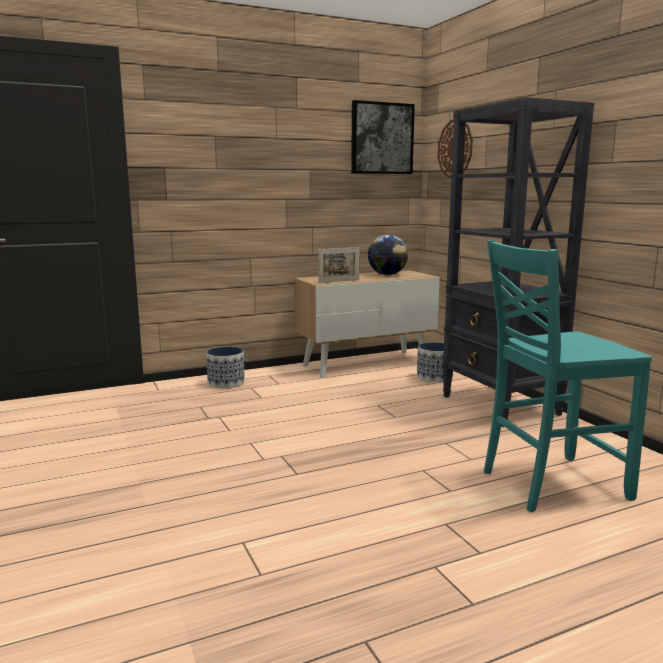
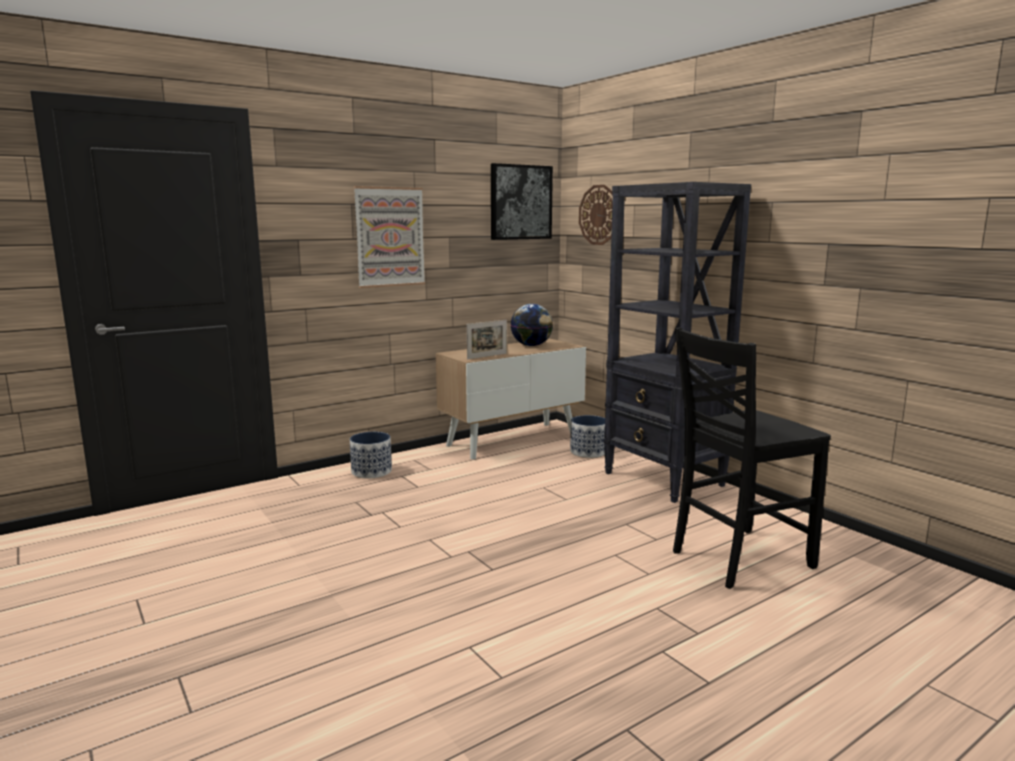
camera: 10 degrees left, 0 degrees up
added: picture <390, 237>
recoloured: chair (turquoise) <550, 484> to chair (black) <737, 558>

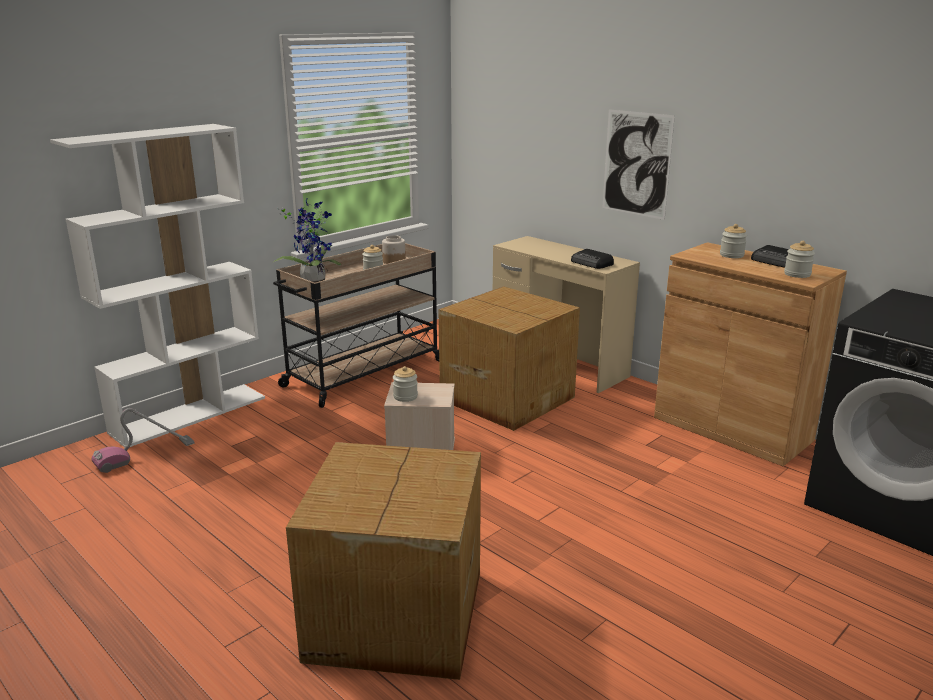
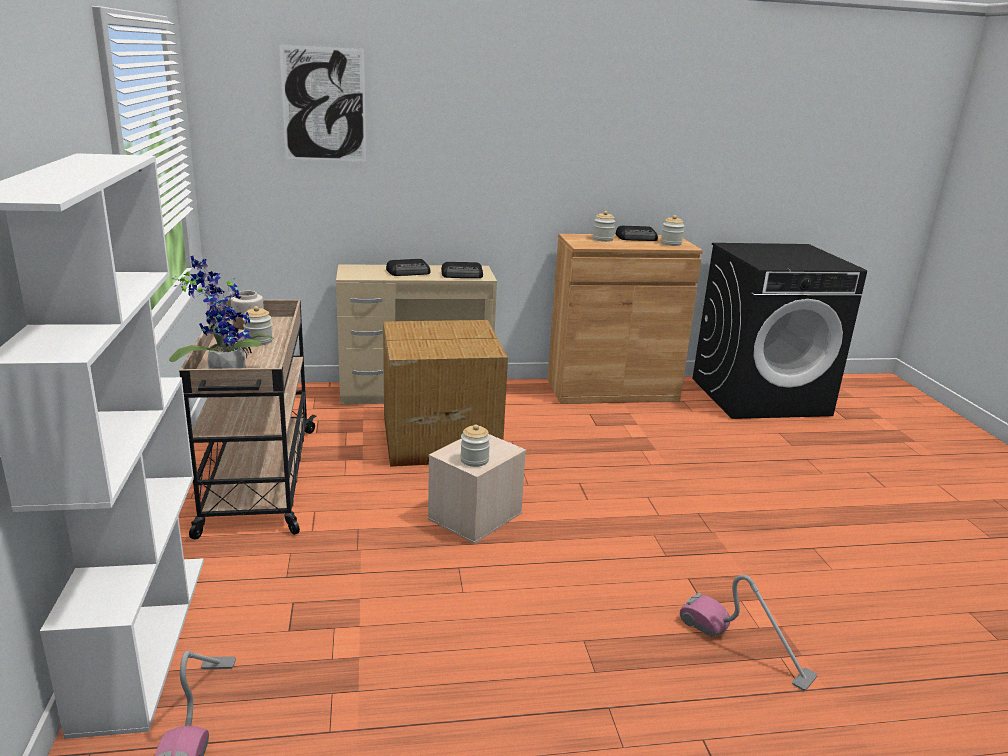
camera: 55 degrees left, 0 degrees up
added: radio <409, 272>
moved: picture <636, 164> to <324, 105>
replaced: cardboard box <393, 616> to vacuum cleaner <744, 646>

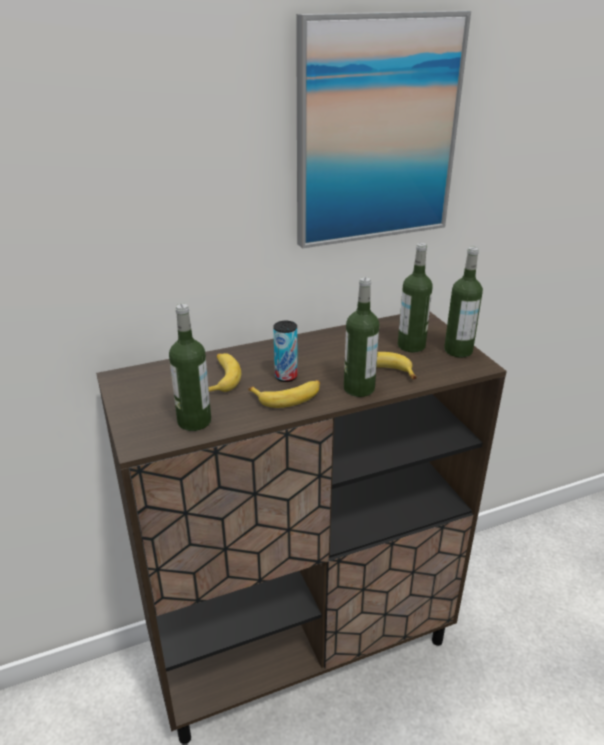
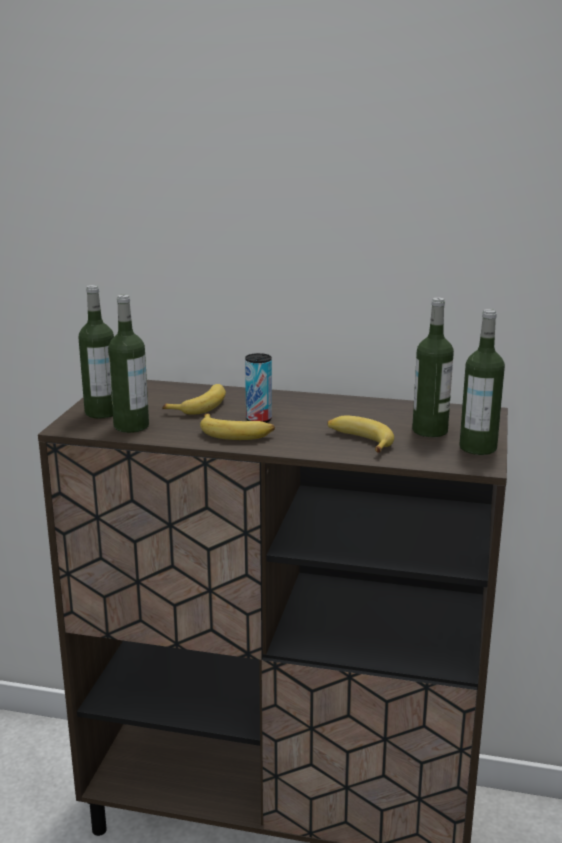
camera: 35 degrees right, 10 degrees down
removed: picture <376, 132>
moved: bottle <359, 388> to <102, 412>

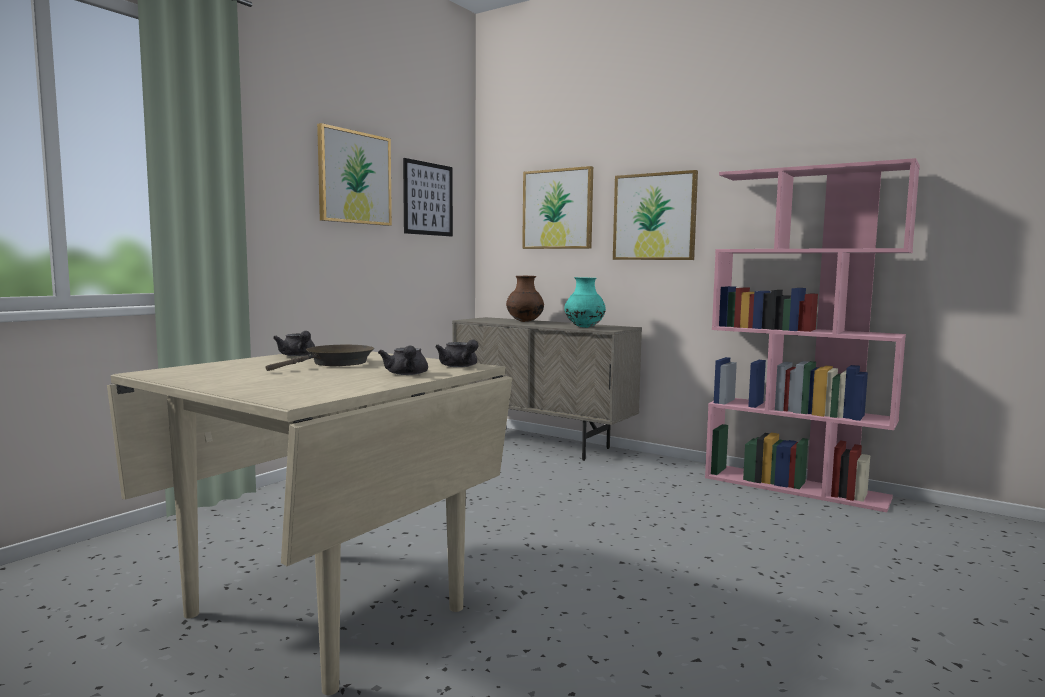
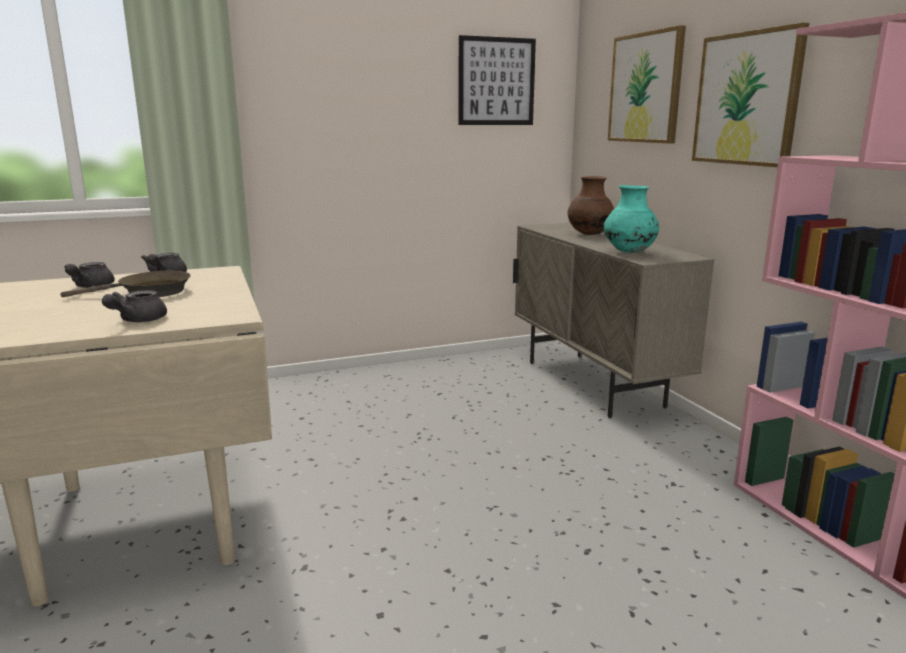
camera: 35 degrees right, 10 degrees up
removed: picture <354, 177>
moved: teapot (grey) <460, 366> to <90, 287>

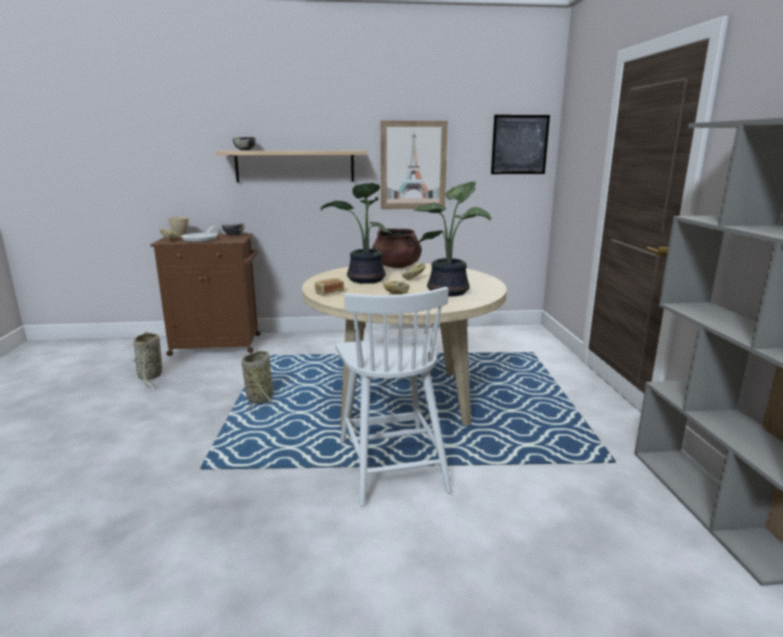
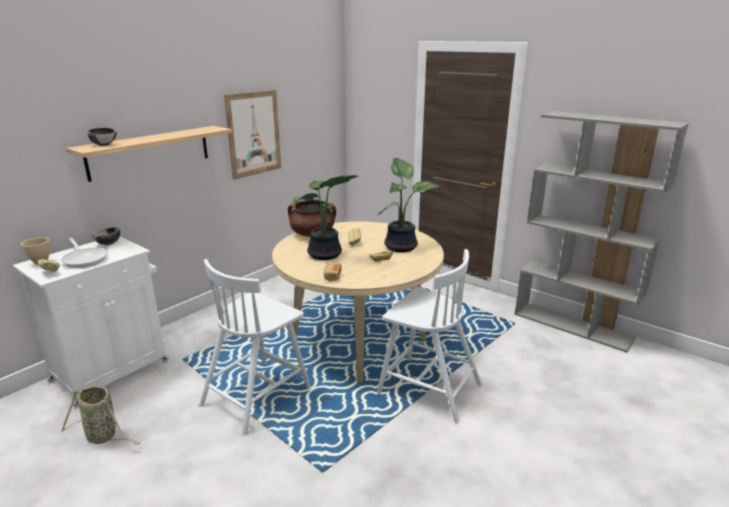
camera: 45 degrees left, 5 degrees up
removed: picture <519, 144>
replaced: basket <260, 398> to chair (white) <257, 395>
recoloured: cabinet (brown) <218, 345> to cabinet (white) <113, 370>

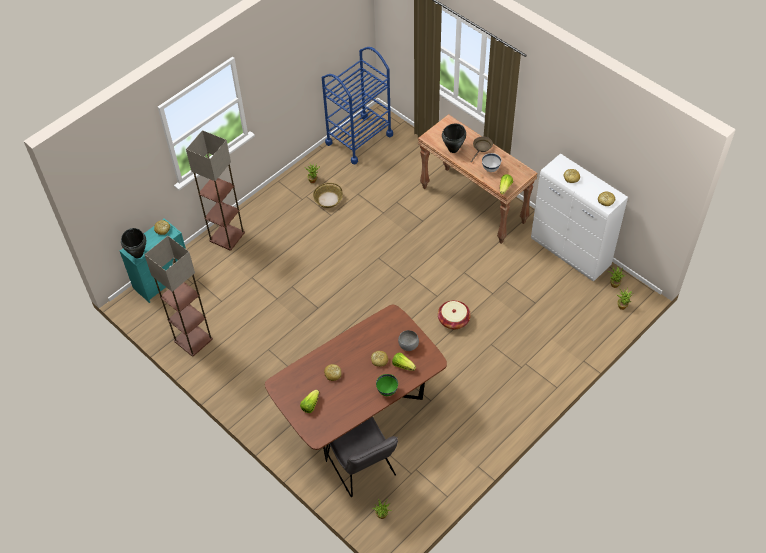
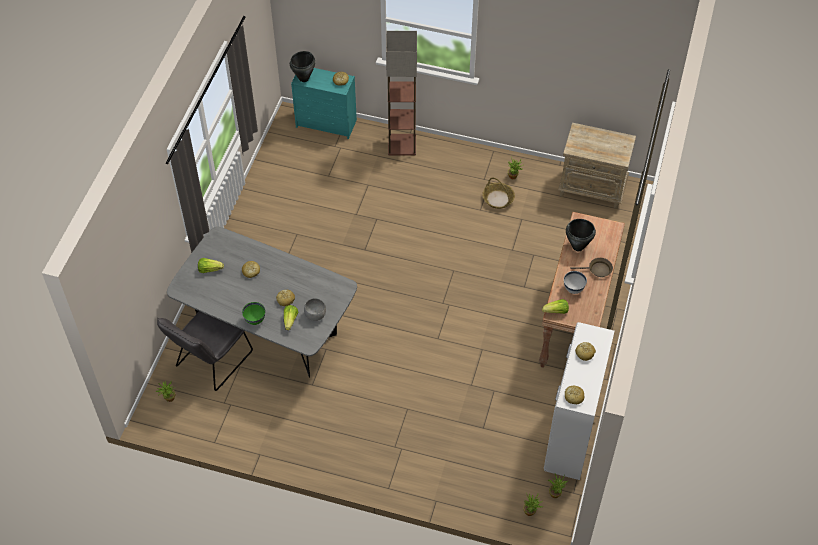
camera: 60 degrees right, 0 degrees up
removed: floor lamp <192, 340>; basket <453, 320>
replaced: cart (blue) <359, 139> to nightstand (beige) <593, 188>
recoloured: dining table (brown) <359, 411> to dining table (grey) <269, 332>

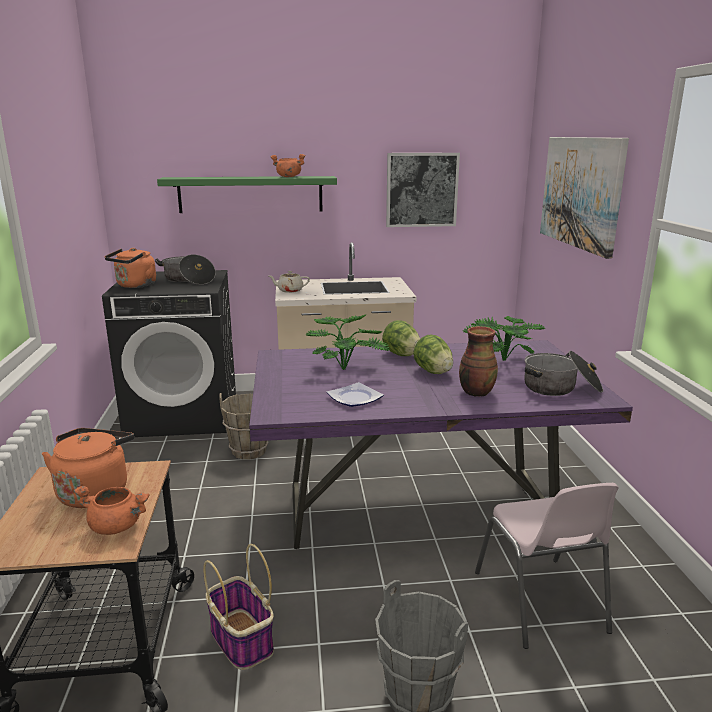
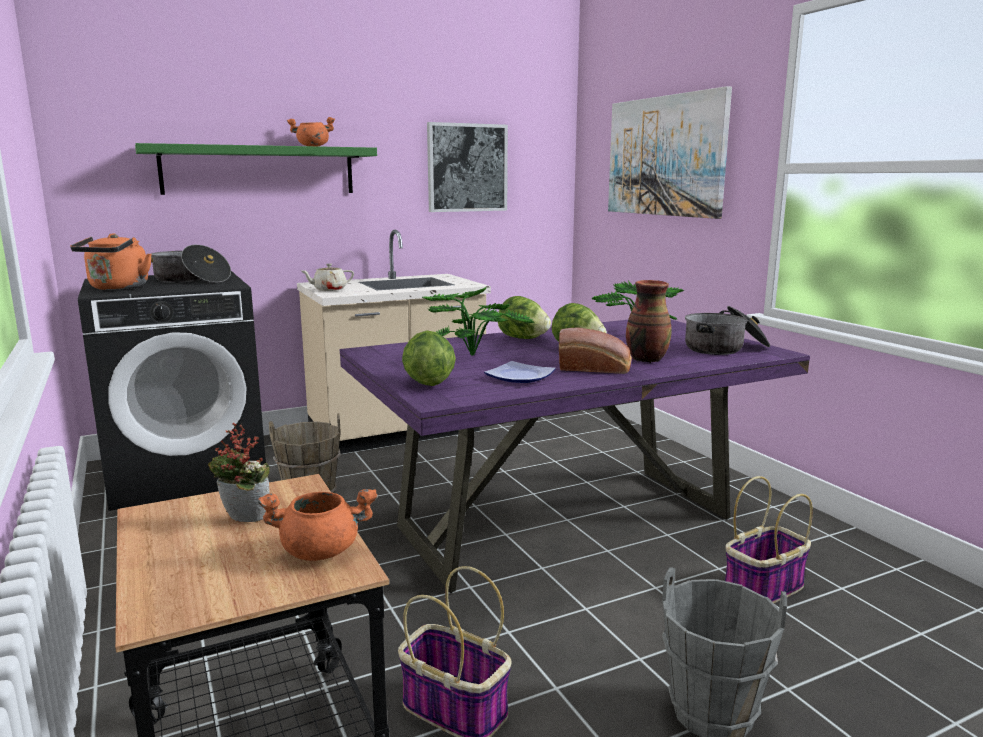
camera: 20 degrees left, 5 degrees down
added: lettuce <427, 383>; bread <596, 368>
replaced: kettle (orange) <95, 491> to potted plant <243, 521>; chair (pink) <540, 602> to basket <763, 588>

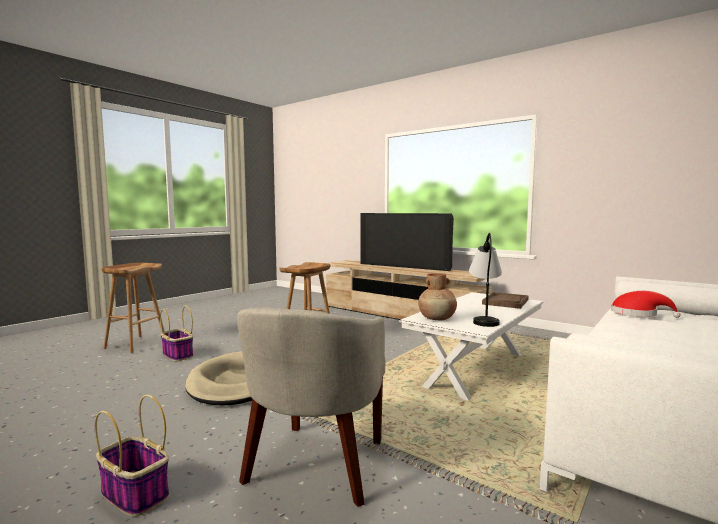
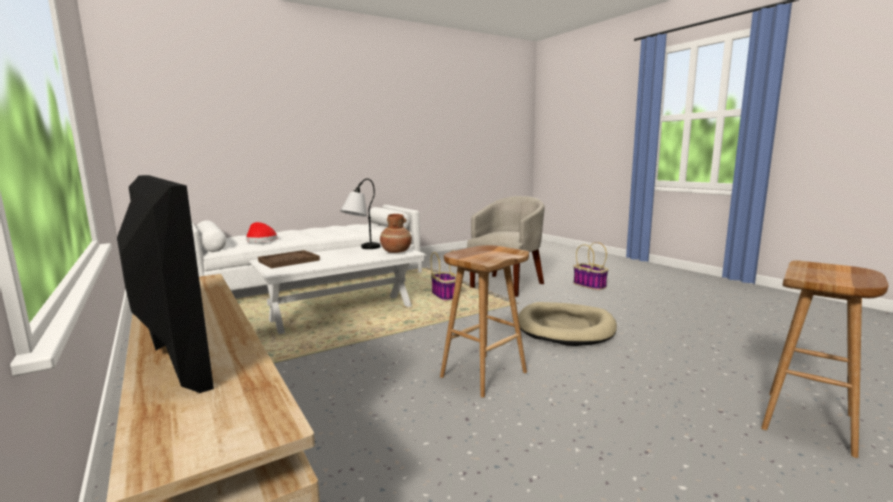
camera: 160 degrees left, 5 degrees up
moved: basket <177, 355> to <445, 296>

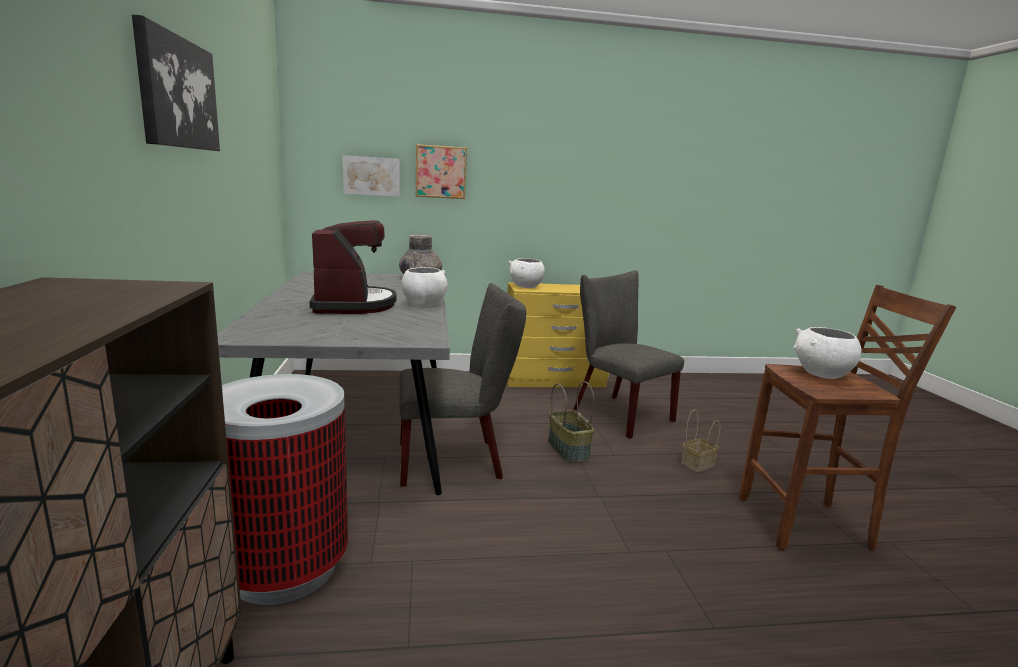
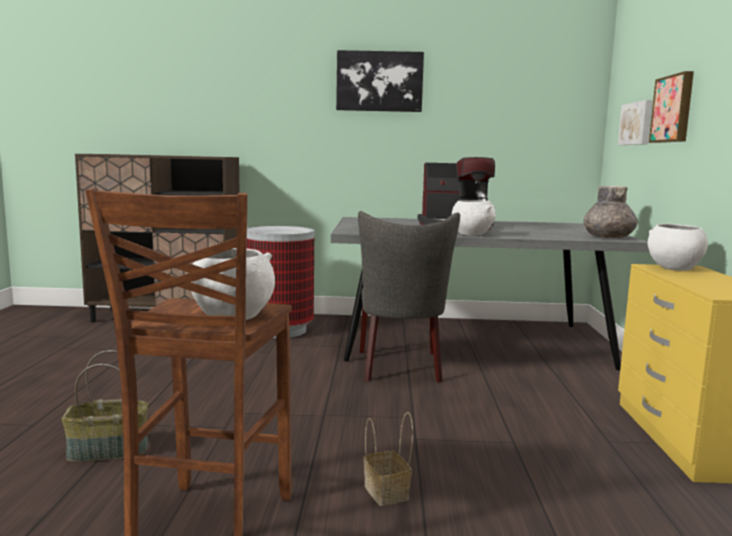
camera: 100 degrees right, 5 degrees down
removed: chair (grey) <617, 413>
moved: basket <569, 449> to <107, 451>

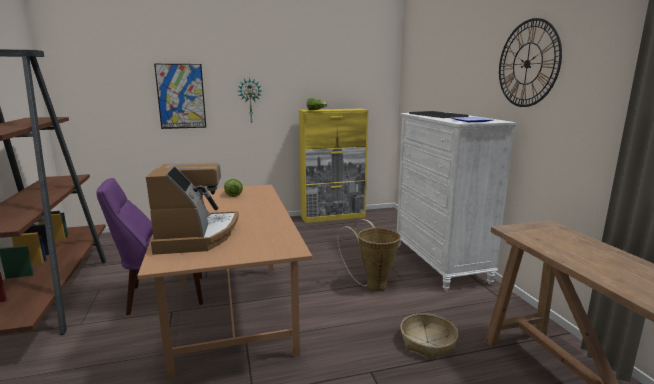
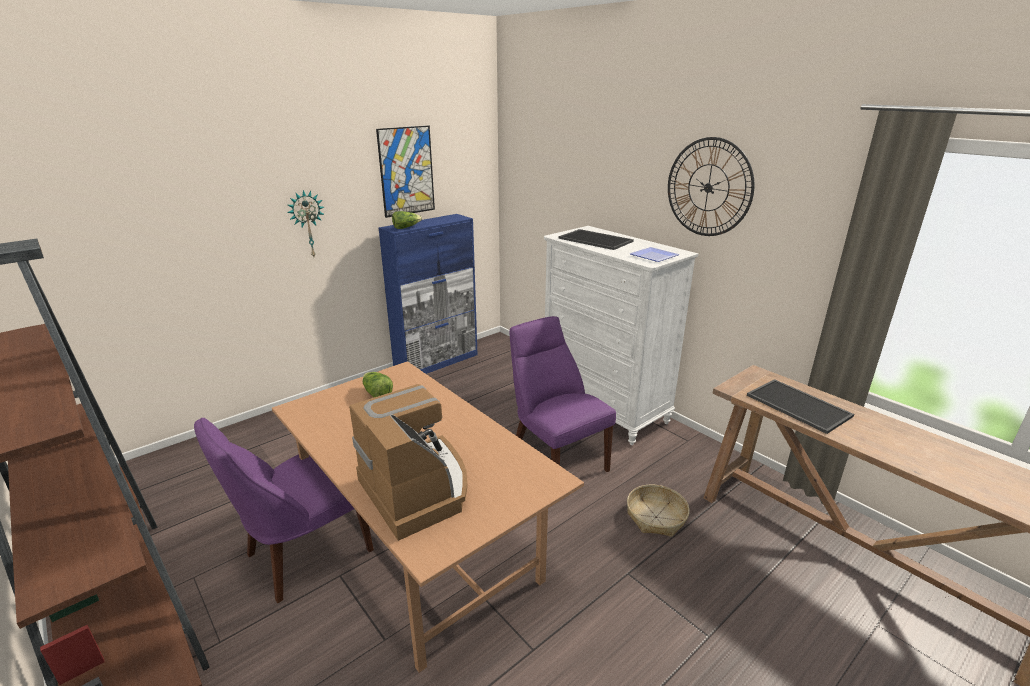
camera: 25 degrees left, 10 degrees up
added: tray <800, 405>
moved: picture <181, 96> to <406, 171>
replaced: basket <373, 285> to chair (purple) <555, 459>
recoloured: cabinet (yellow) <333, 216> to cabinet (blue) <437, 362>

